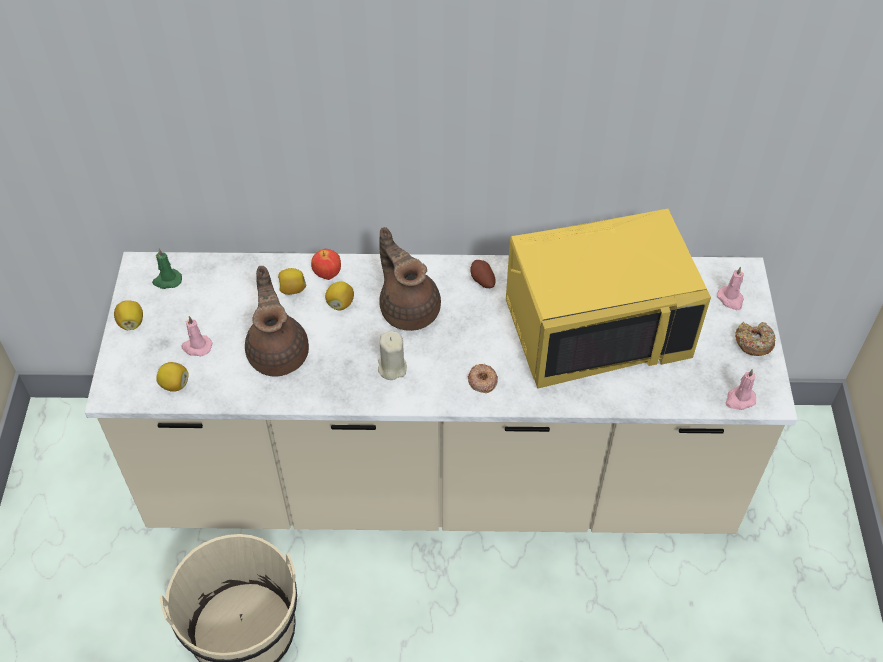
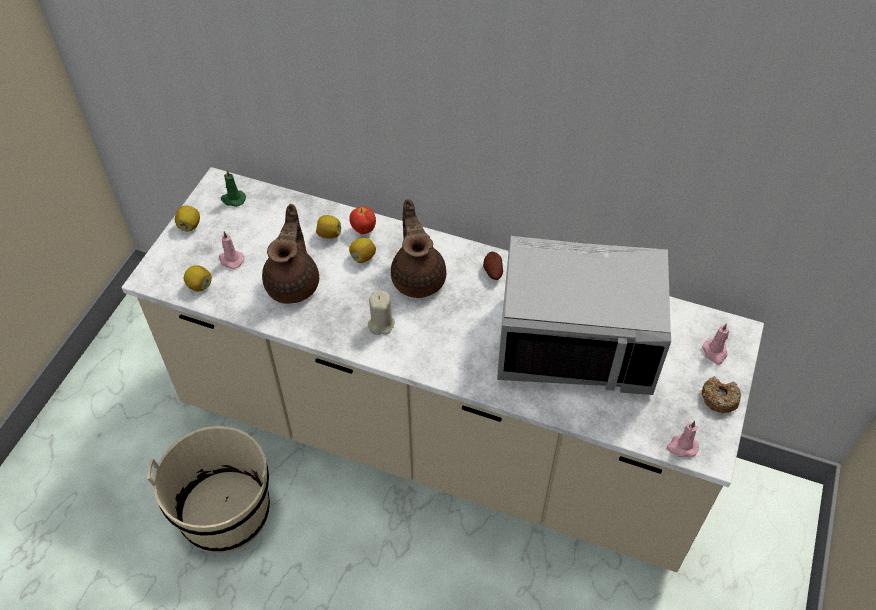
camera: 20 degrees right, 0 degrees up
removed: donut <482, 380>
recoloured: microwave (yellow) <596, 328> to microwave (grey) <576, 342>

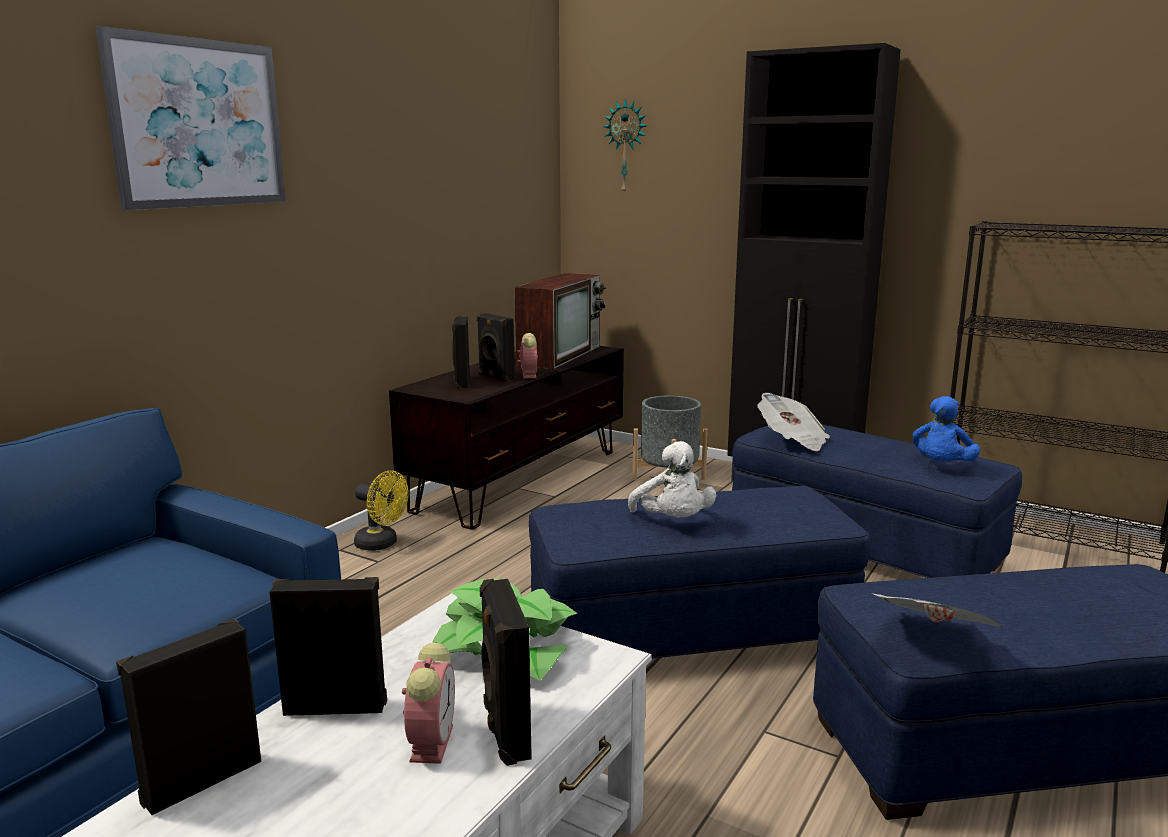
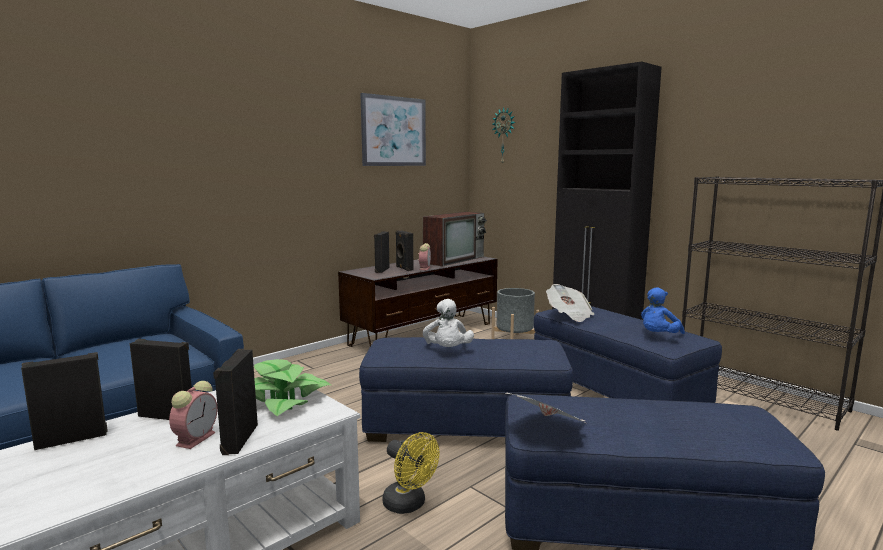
camera: 15 degrees right, 5 degrees down
moved: picture <198, 124> to <394, 131>; fan (yellow) <382, 544> to <409, 505>

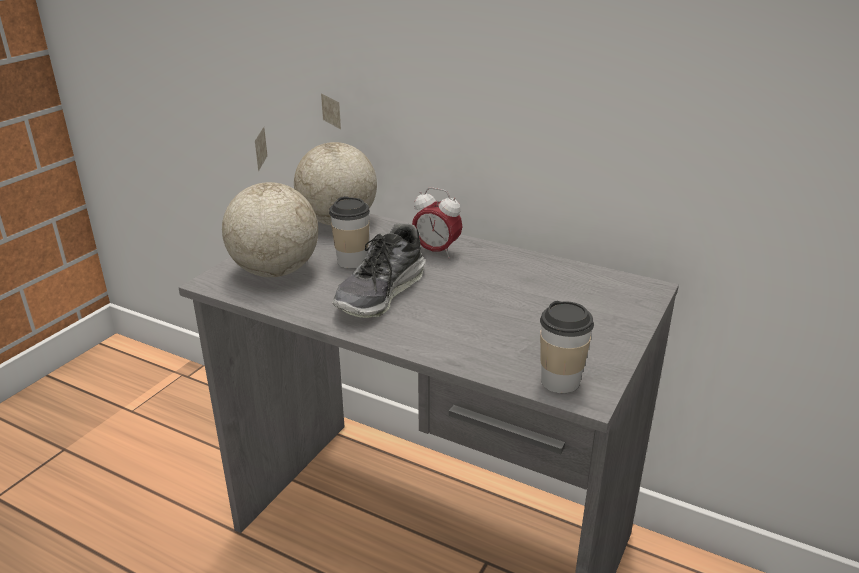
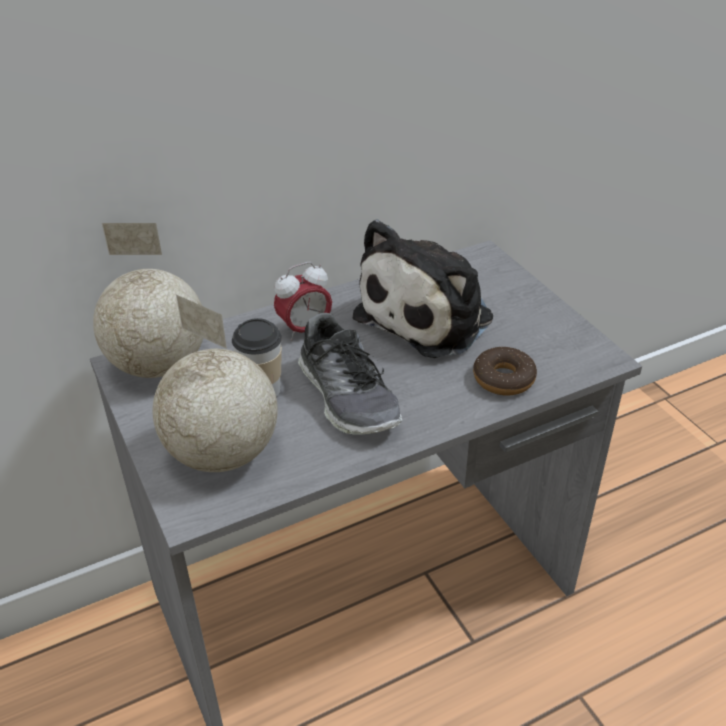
camera: 55 degrees left, 10 degrees up
removed: cup <560, 381>
added: plush toy <430, 315>; donut <503, 379>

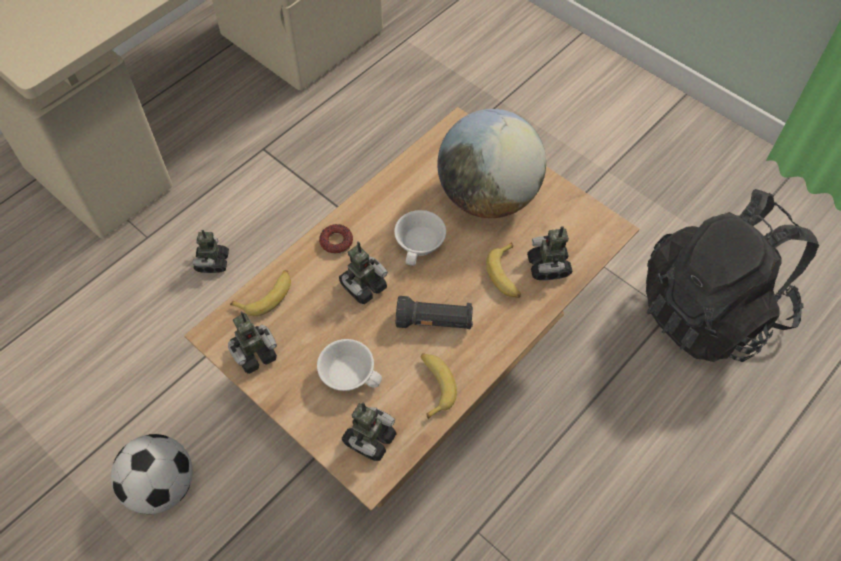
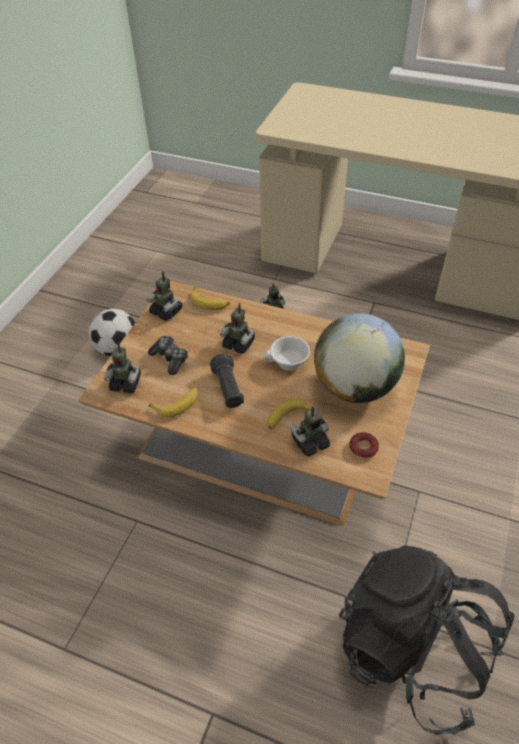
camera: 70 degrees right, 10 degrees down
moved: donut <336, 242> to <363, 448>
replaced: cup (white) <349, 373> to game controller <170, 359>

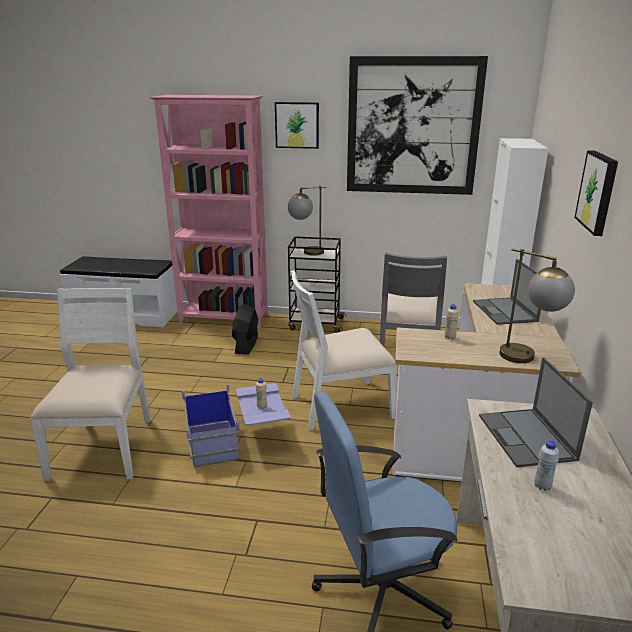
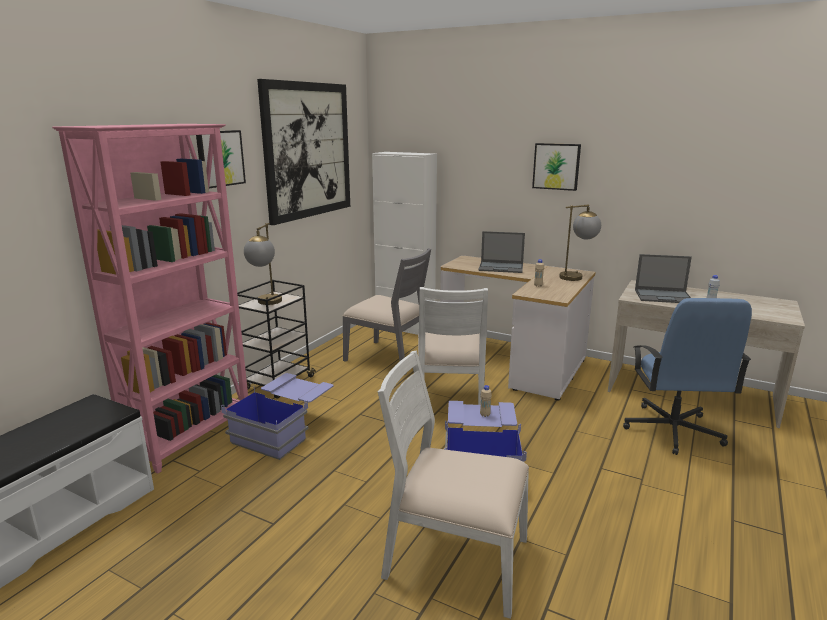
camera: 70 degrees left, 5 degrees down
replaced: fan (black) <246, 345> to storage box (blue) <284, 430>

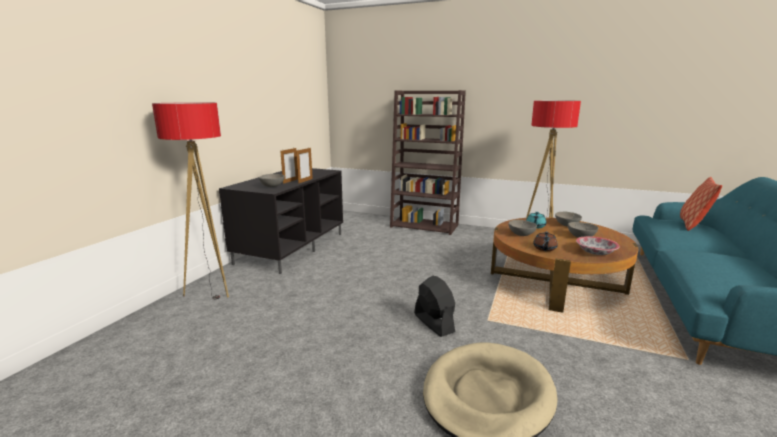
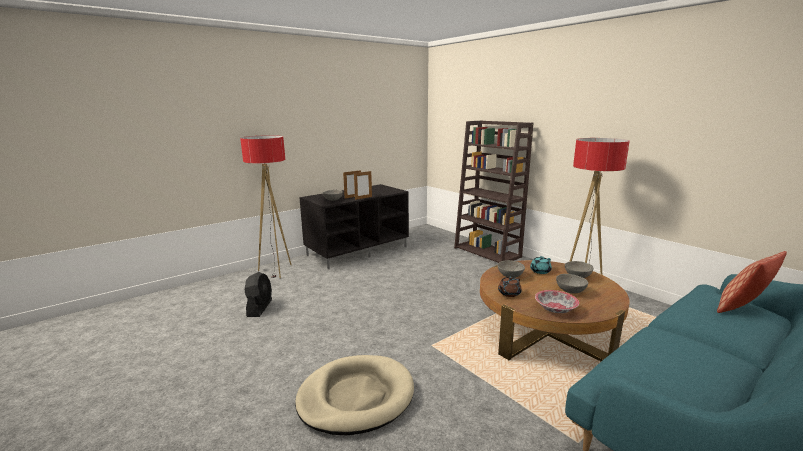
camera: 30 degrees right, 0 degrees up
moved: fan (black) <433, 323> to <260, 308>

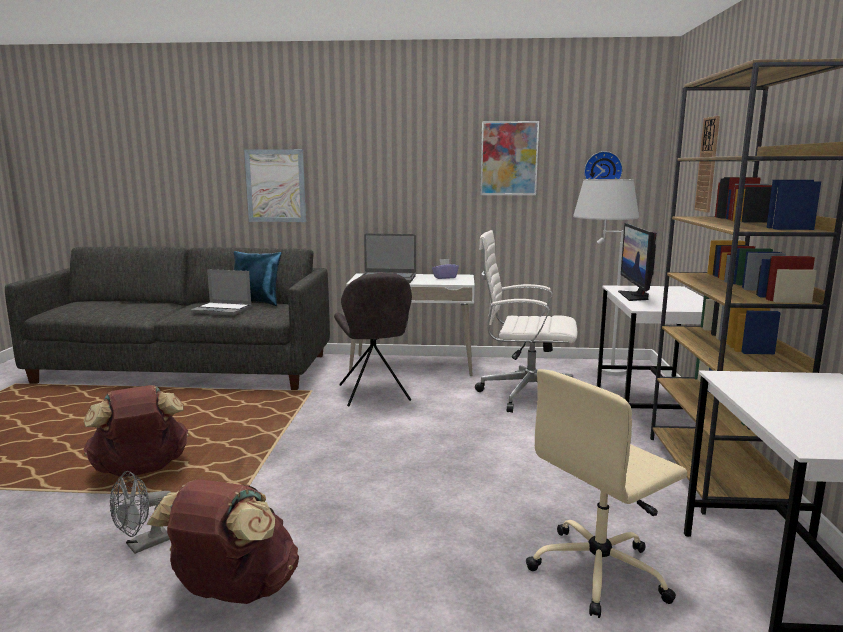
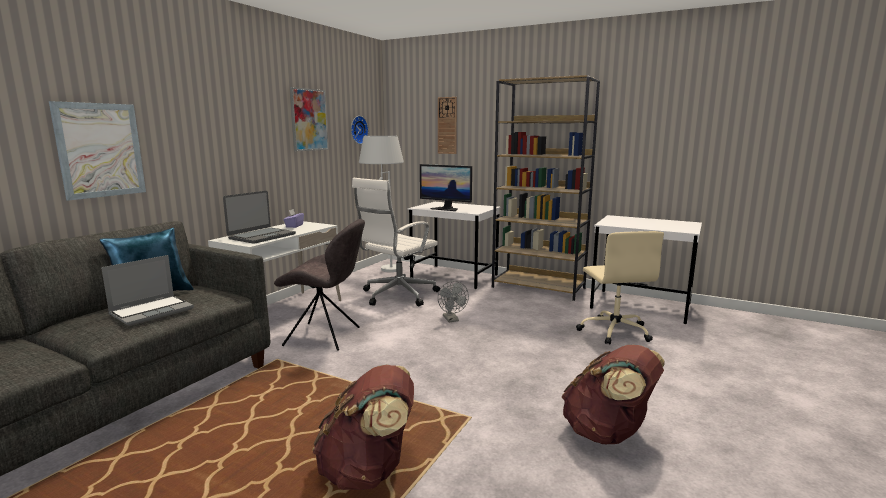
camera: 65 degrees left, 0 degrees up
moved: fan (grey) <142, 545> to <452, 320>

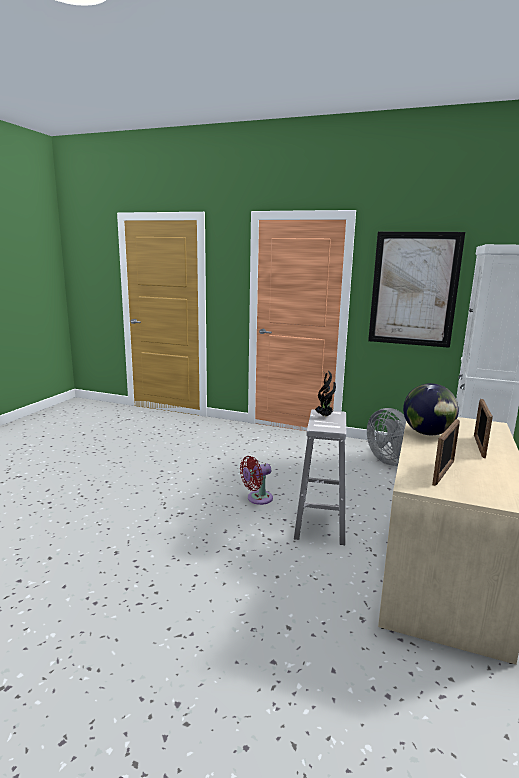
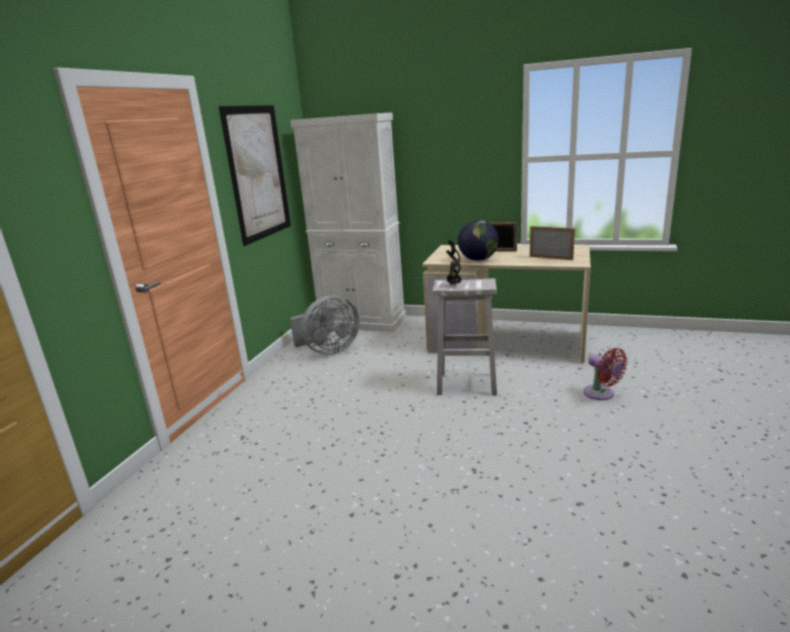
camera: 90 degrees left, 5 degrees up
moved: fan (red) <257, 498> to <601, 394>

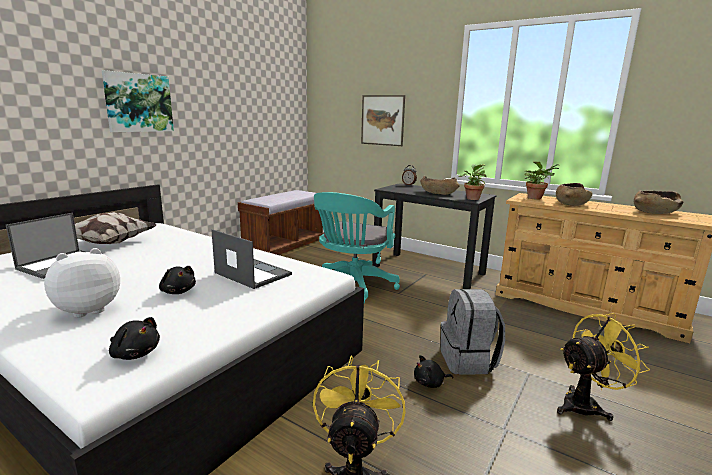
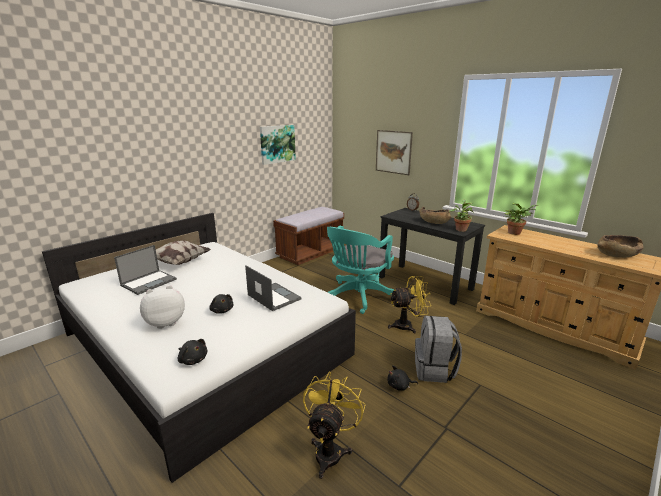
camera: 10 degrees right, 5 degrees up
removed: bowl (brown) <571, 203>
moved: picture <138, 103> to <277, 144>; fan (yellow) <586, 405> to <407, 325>

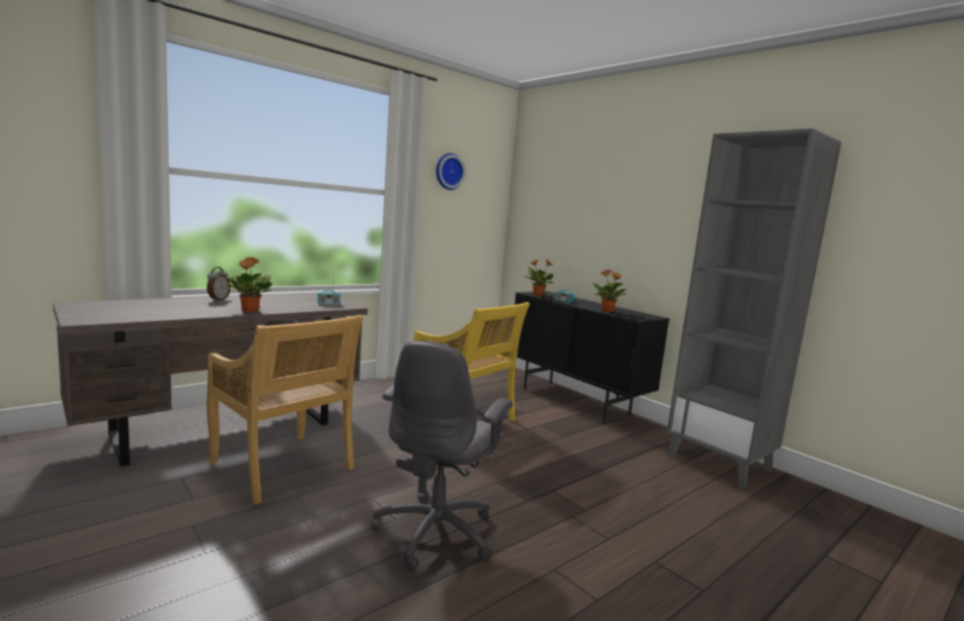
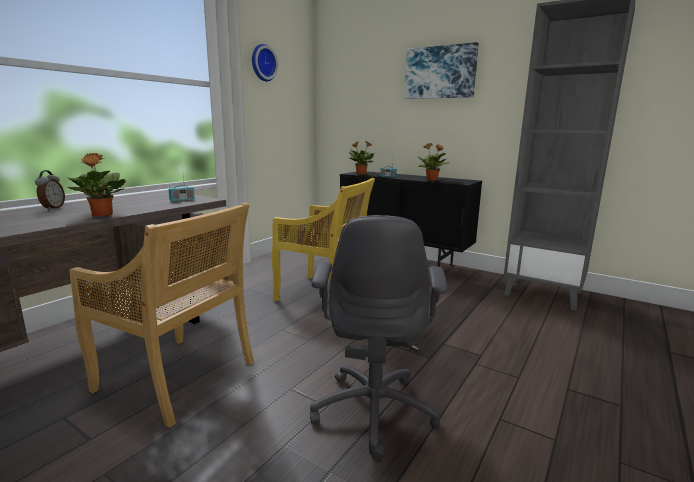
camera: 15 degrees left, 5 degrees up
added: picture <440, 72>

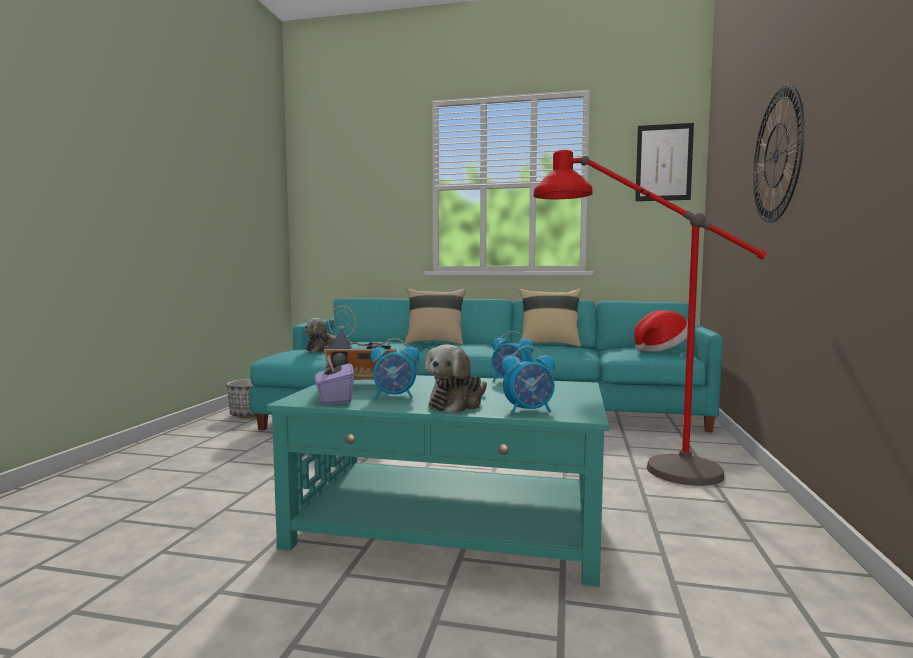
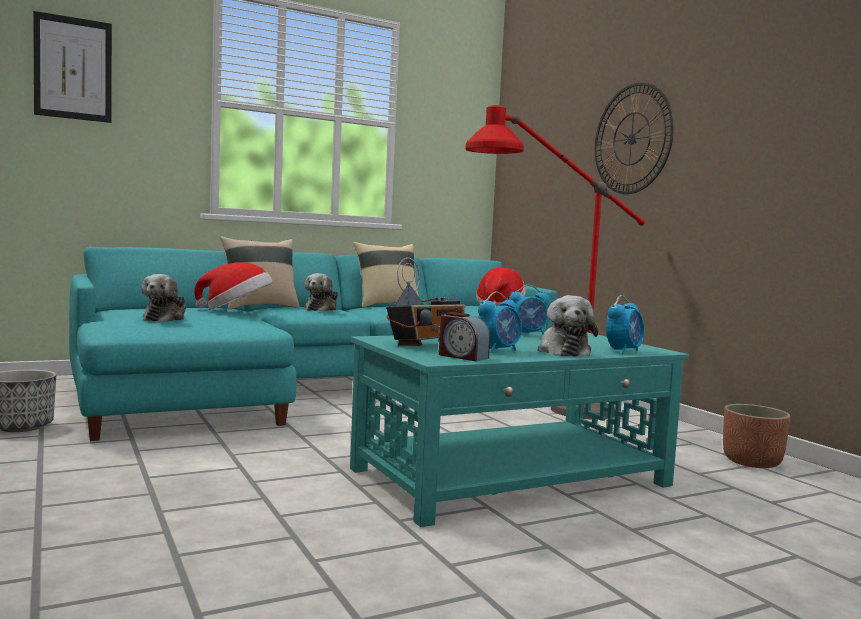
camera: 40 degrees left, 0 degrees up
added: hat <236, 311>; plush toy <322, 309>; planter <752, 462>
moved: picture <663, 162> to <73, 68>
replaced: tissue box (purple) <334, 399> to alarm clock <462, 356>

